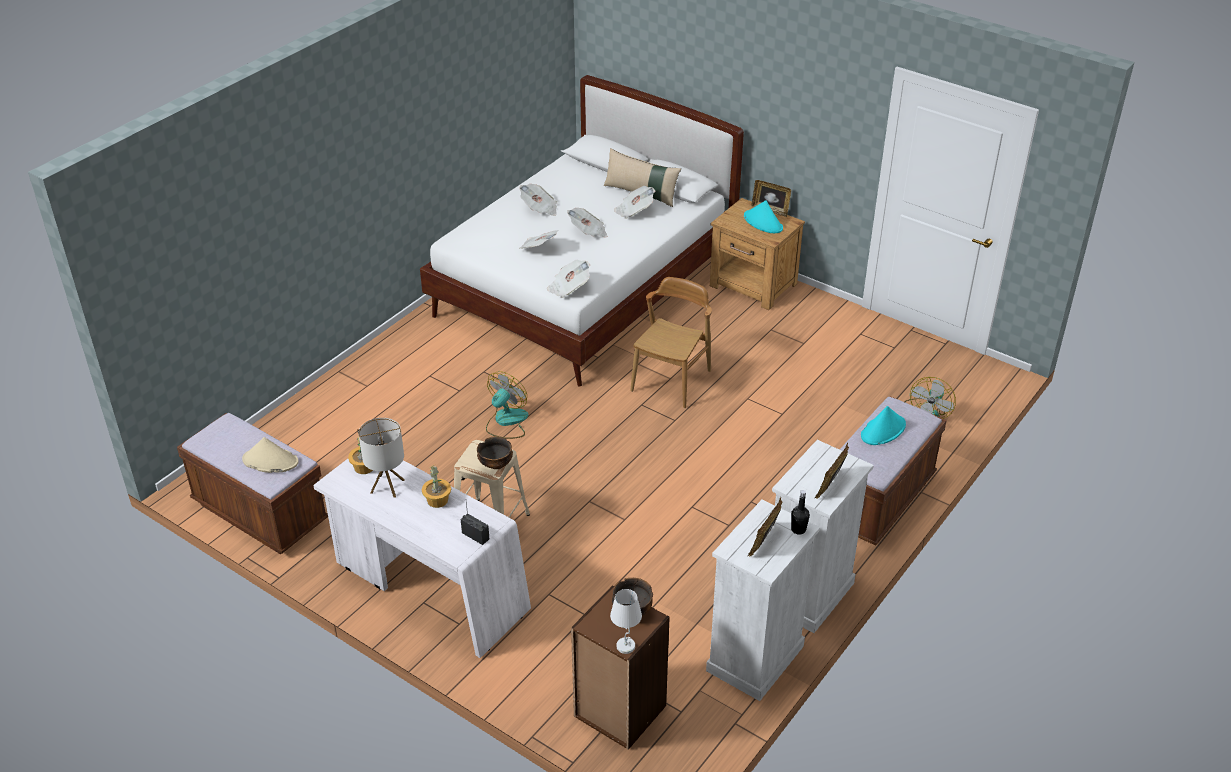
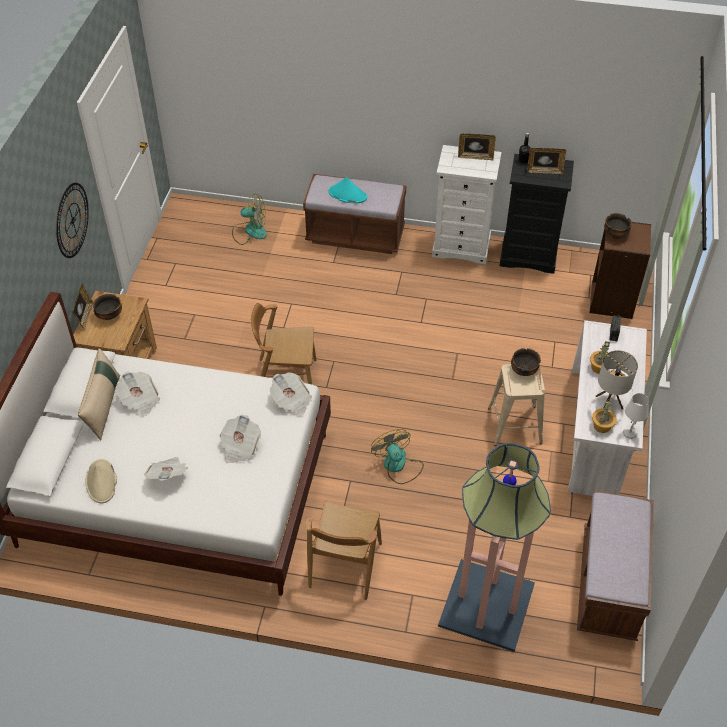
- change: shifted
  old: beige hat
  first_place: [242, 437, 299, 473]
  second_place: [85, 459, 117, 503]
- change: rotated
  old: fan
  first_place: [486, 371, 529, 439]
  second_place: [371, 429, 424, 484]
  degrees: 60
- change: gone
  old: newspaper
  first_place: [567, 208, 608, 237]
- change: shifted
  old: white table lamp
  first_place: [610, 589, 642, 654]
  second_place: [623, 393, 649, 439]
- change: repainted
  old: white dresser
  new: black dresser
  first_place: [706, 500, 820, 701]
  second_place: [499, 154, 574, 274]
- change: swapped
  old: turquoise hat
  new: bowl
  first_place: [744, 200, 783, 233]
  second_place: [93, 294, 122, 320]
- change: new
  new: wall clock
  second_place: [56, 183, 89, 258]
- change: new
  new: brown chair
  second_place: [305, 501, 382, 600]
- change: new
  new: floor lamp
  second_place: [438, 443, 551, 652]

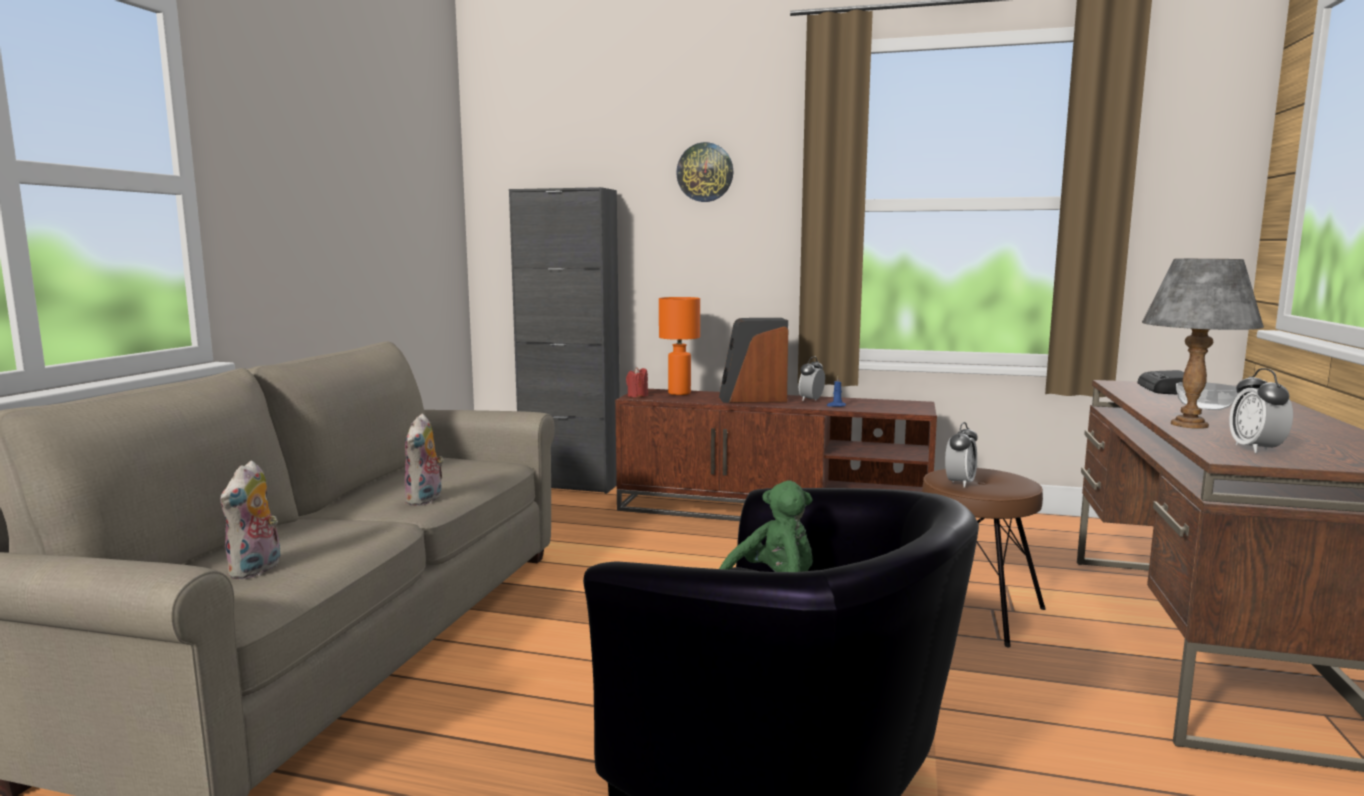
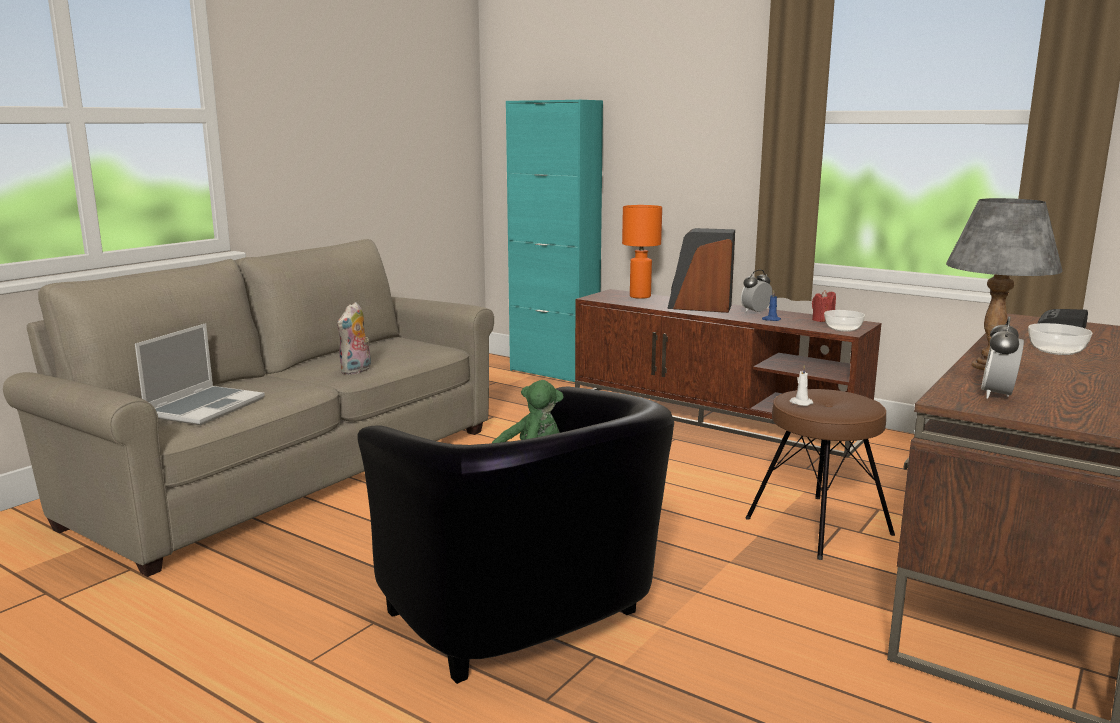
- change: swapped
  old: plush toy
  new: laptop
  first_place: [220, 461, 281, 580]
  second_place: [135, 323, 265, 425]
- change: repainted
  old: black cabinet
  new: turquoise cabinet
  first_place: [509, 187, 620, 494]
  second_place: [506, 100, 603, 382]
- change: shifted
  old: red candle
  first_place: [626, 367, 648, 397]
  second_place: [812, 290, 836, 322]
- change: gone
  old: wall clock
  first_place: [676, 142, 733, 202]
- change: swapped
  old: alarm clock
  new: white candle
  first_place: [945, 422, 977, 488]
  second_place: [790, 365, 813, 406]
- change: new
  new: bowl
  second_place: [824, 310, 865, 332]

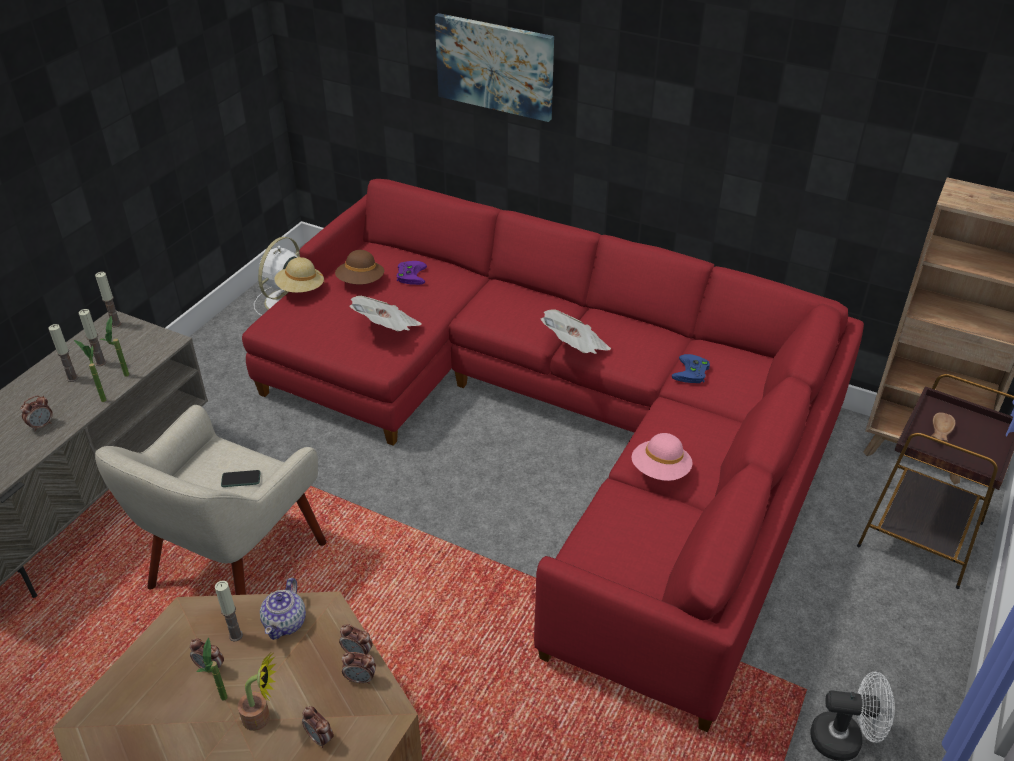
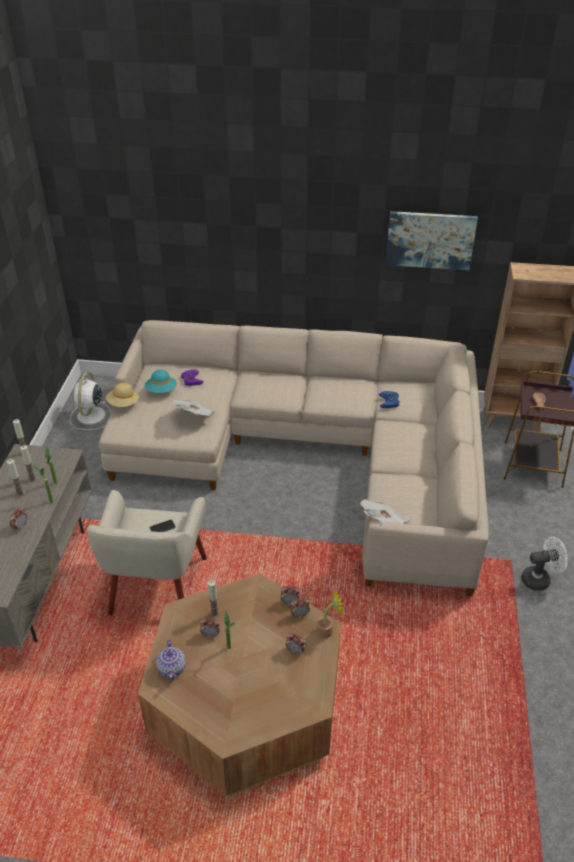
- change: shifted
  old: potted plant
  first_place: [238, 654, 277, 731]
  second_place: [316, 589, 344, 639]
- change: repainted
  old: red sofa
  new: beige sofa
  first_place: [242, 179, 864, 733]
  second_place: [99, 320, 489, 597]
- change: shifted
  old: teapot
  first_place: [260, 578, 306, 640]
  second_place: [156, 639, 186, 681]
- change: repainted
  old: brown hat
  new: turquoise hat
  first_place: [335, 250, 384, 284]
  second_place: [145, 370, 177, 393]
- change: shifted
  old: picture
  first_place: [435, 13, 554, 122]
  second_place: [385, 211, 478, 270]
- change: shifted
  old: newspaper
  first_place: [540, 309, 611, 354]
  second_place: [360, 499, 410, 526]
- change: gone
  old: pink hat
  first_place: [631, 433, 693, 481]

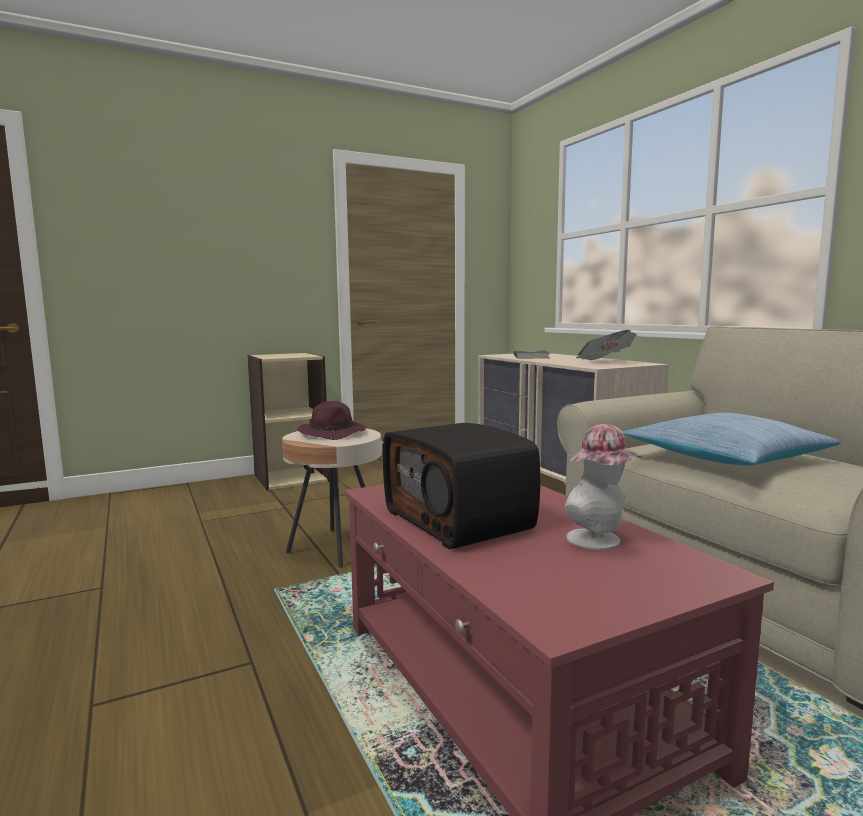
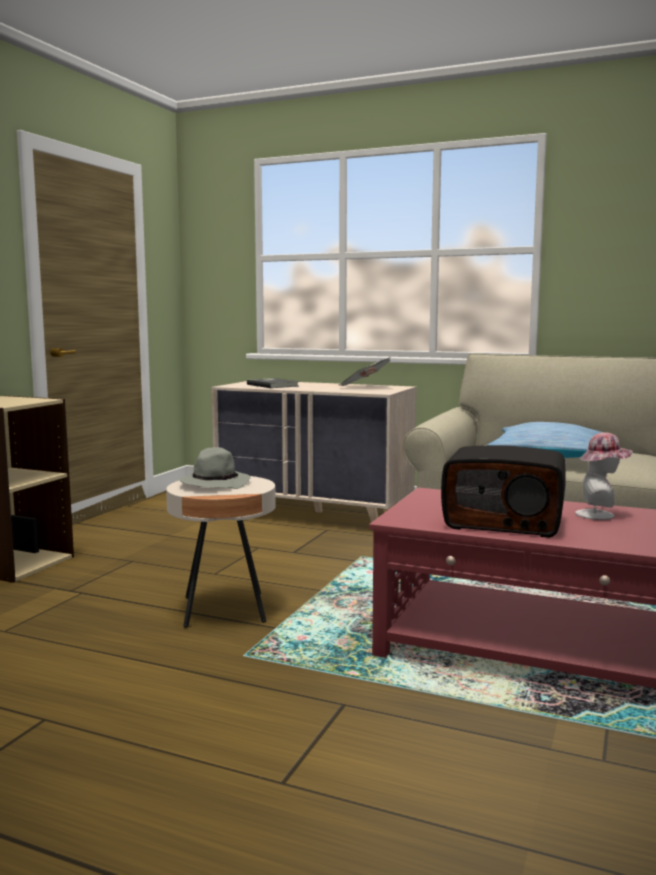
- change: repainted
  old: purple hat
  new: grey hat
  first_place: [297, 401, 366, 440]
  second_place: [178, 447, 251, 489]

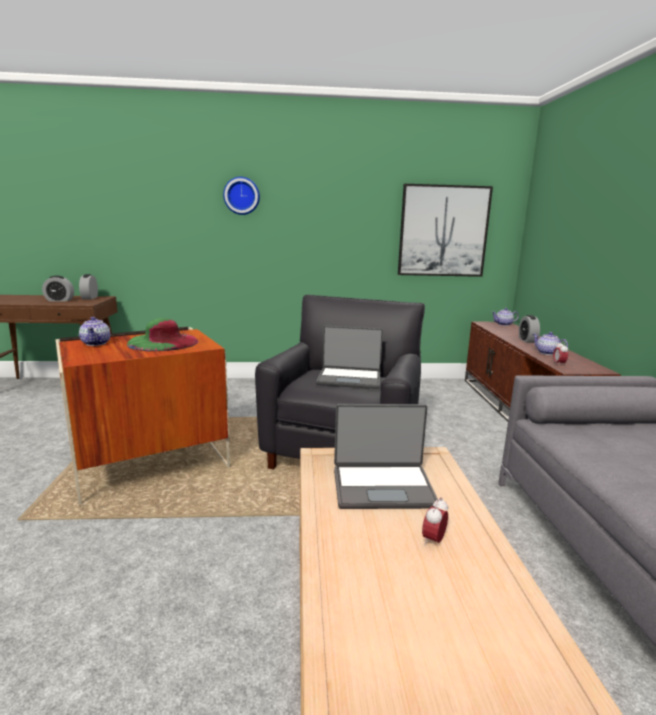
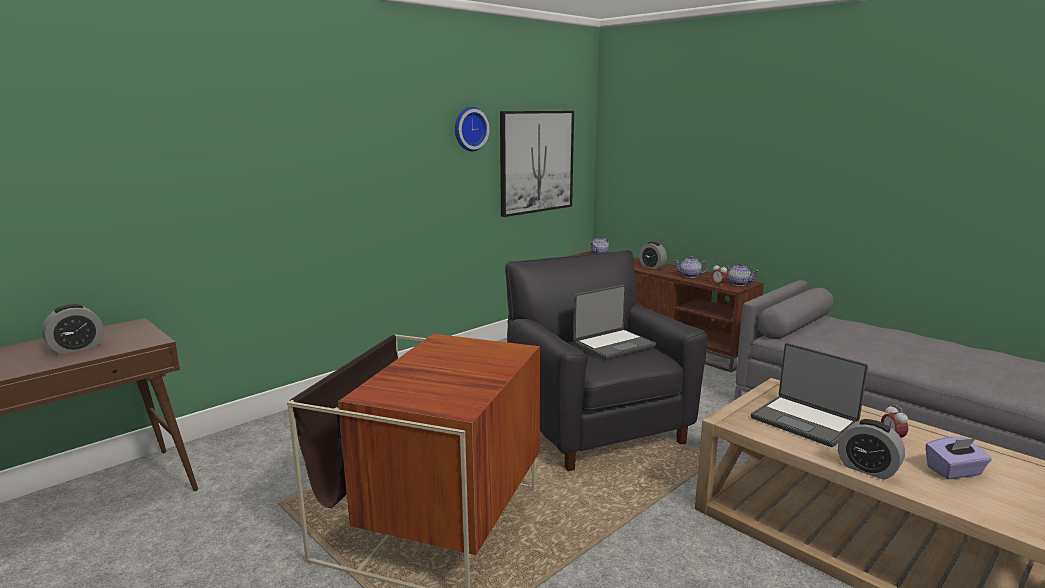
- change: shifted
  old: alarm clock
  first_place: [79, 274, 98, 300]
  second_place: [838, 419, 905, 480]
- change: shifted
  old: teapot
  first_place: [79, 317, 110, 346]
  second_place: [725, 263, 759, 286]
- change: gone
  old: green hat
  first_place: [127, 318, 199, 351]
- change: shifted
  old: wall clock
  first_place: [223, 177, 260, 215]
  second_place: [455, 107, 490, 151]
- change: rotated
  old: laptop
  first_place: [334, 404, 438, 509]
  second_place: [751, 343, 868, 447]
  degrees: 90
- change: new
  new: purple tissue box
  second_place: [926, 437, 992, 479]

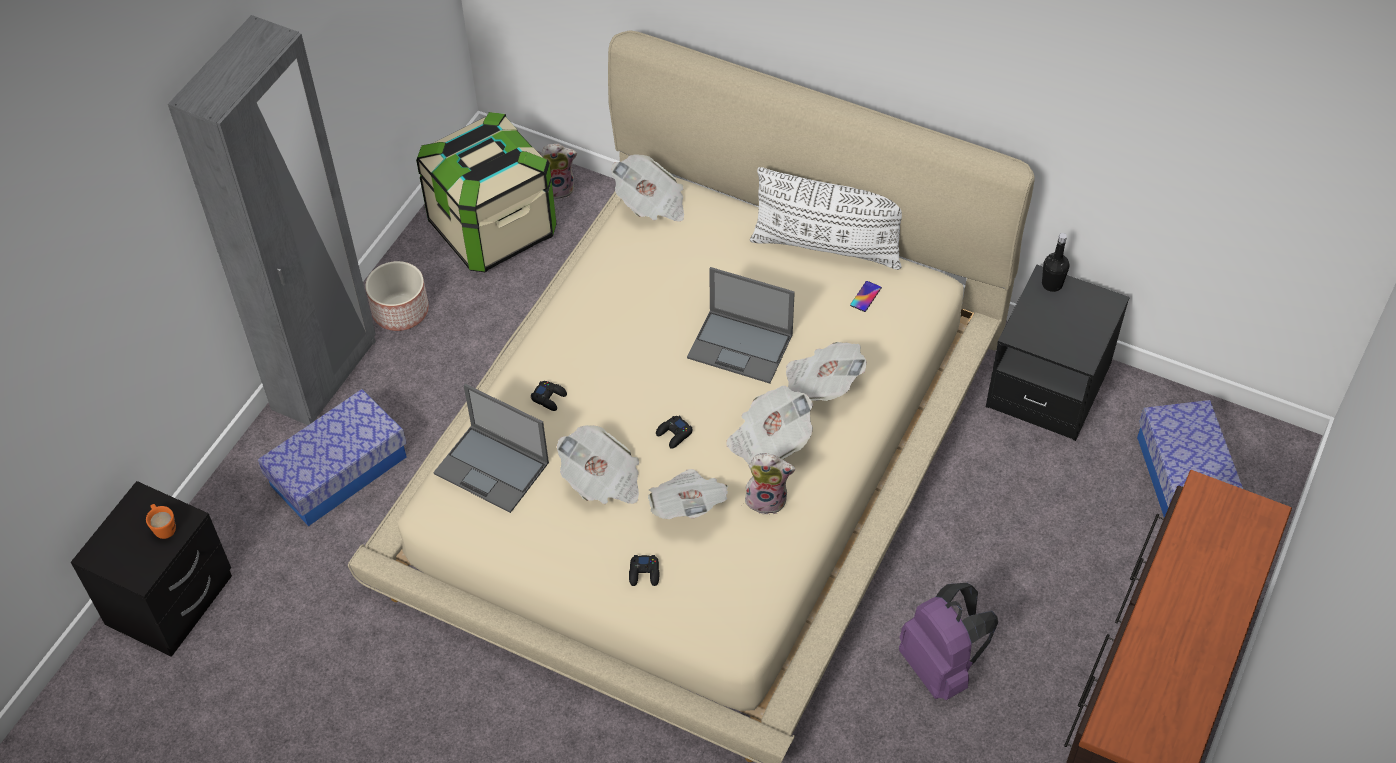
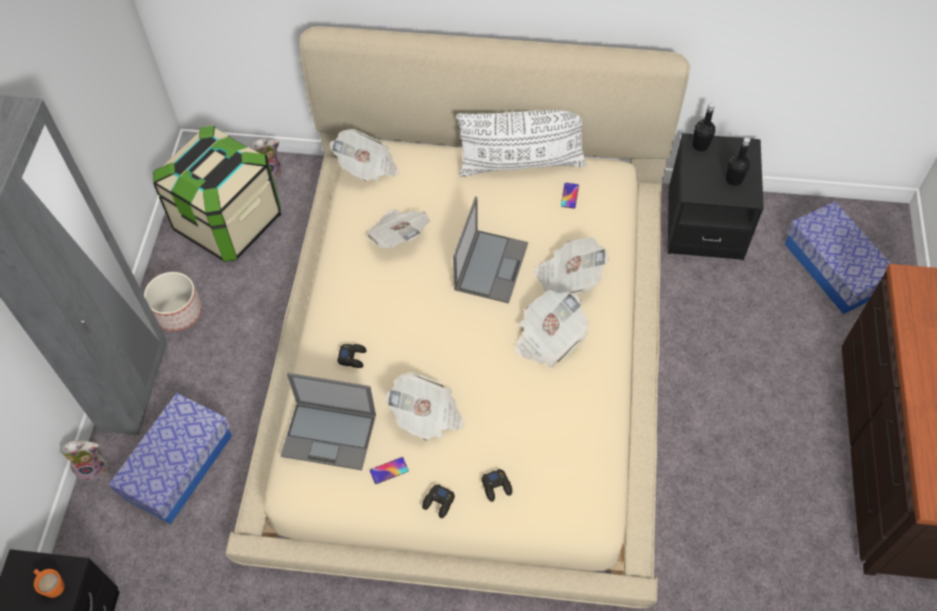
- change: shifted
  old: newspaper
  first_place: [648, 469, 728, 519]
  second_place: [365, 209, 431, 248]
- change: shifted
  old: black game controller
  first_place: [656, 416, 693, 449]
  second_place: [422, 484, 455, 518]
- change: rotated
  old: laptop
  first_place: [687, 267, 795, 384]
  second_place: [453, 196, 528, 303]
  degrees: -75
- change: shifted
  old: plush toy
  first_place: [745, 453, 795, 514]
  second_place: [62, 440, 108, 482]
- change: gone
  old: purple backpack
  first_place: [899, 583, 998, 700]
- change: new
  new: phone
  second_place: [370, 457, 409, 484]
- change: new
  new: black bottle
  second_place: [726, 137, 750, 186]

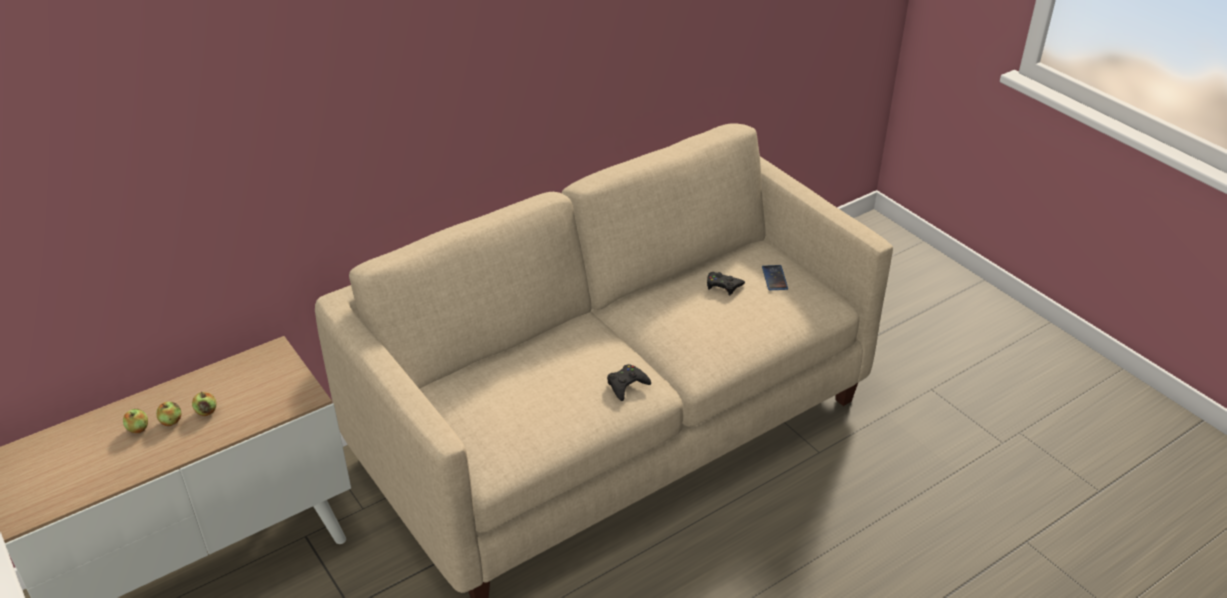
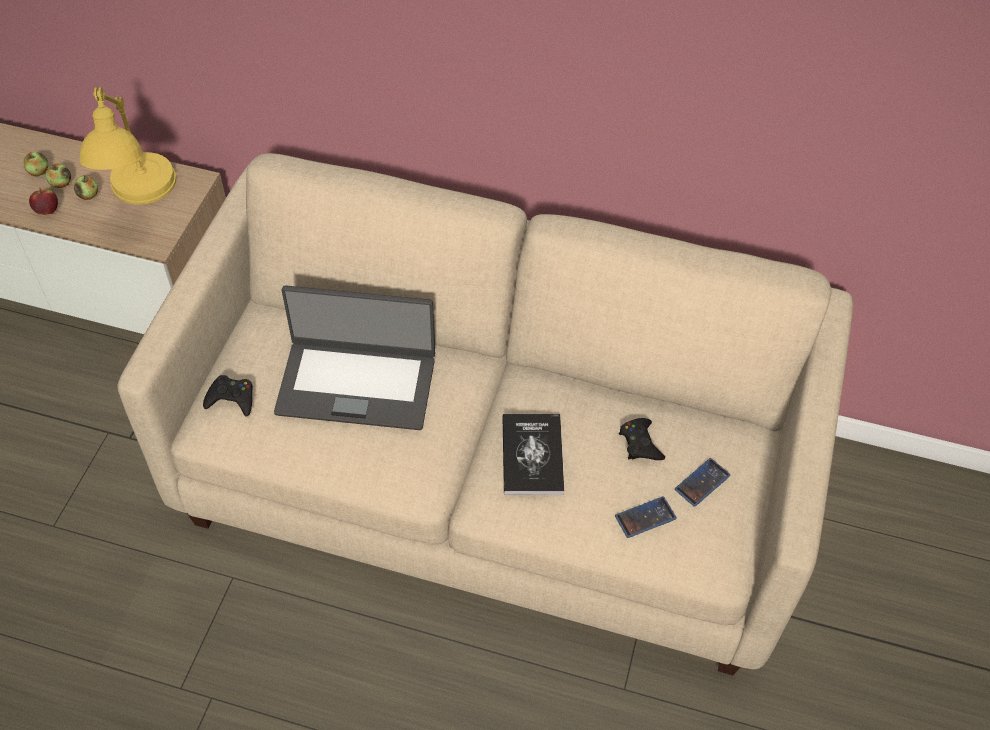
- change: shifted
  old: black game controller
  first_place: [607, 364, 651, 401]
  second_place: [203, 375, 253, 417]
- change: new
  new: apple
  second_place: [29, 189, 58, 215]
- change: new
  new: yellow table lamp
  second_place: [79, 87, 176, 205]
- change: new
  new: laptop
  second_place: [274, 285, 435, 430]
- change: new
  new: book
  second_place: [502, 414, 564, 495]
- change: new
  new: phone
  second_place: [615, 496, 677, 538]

